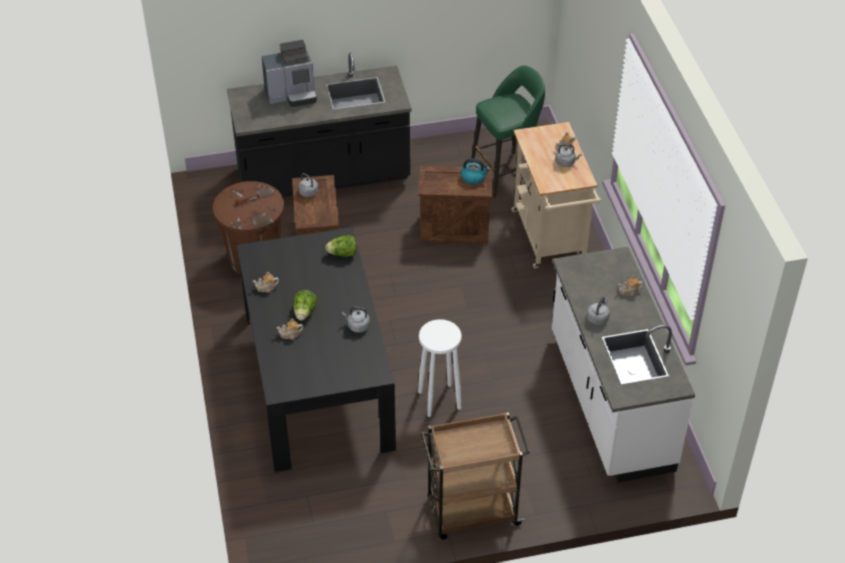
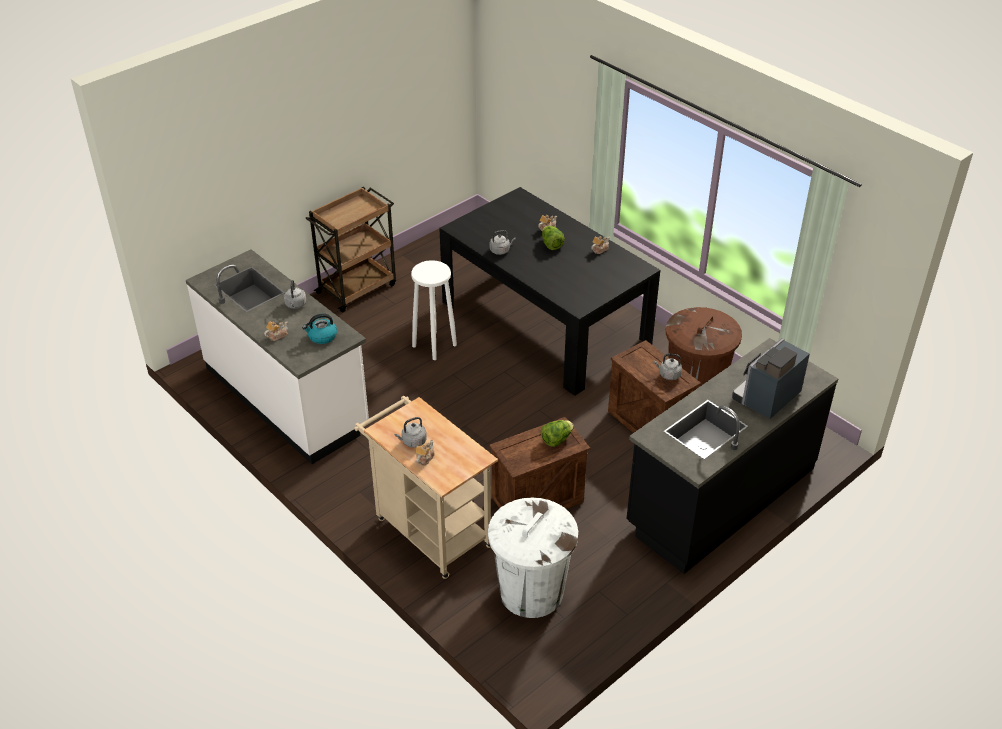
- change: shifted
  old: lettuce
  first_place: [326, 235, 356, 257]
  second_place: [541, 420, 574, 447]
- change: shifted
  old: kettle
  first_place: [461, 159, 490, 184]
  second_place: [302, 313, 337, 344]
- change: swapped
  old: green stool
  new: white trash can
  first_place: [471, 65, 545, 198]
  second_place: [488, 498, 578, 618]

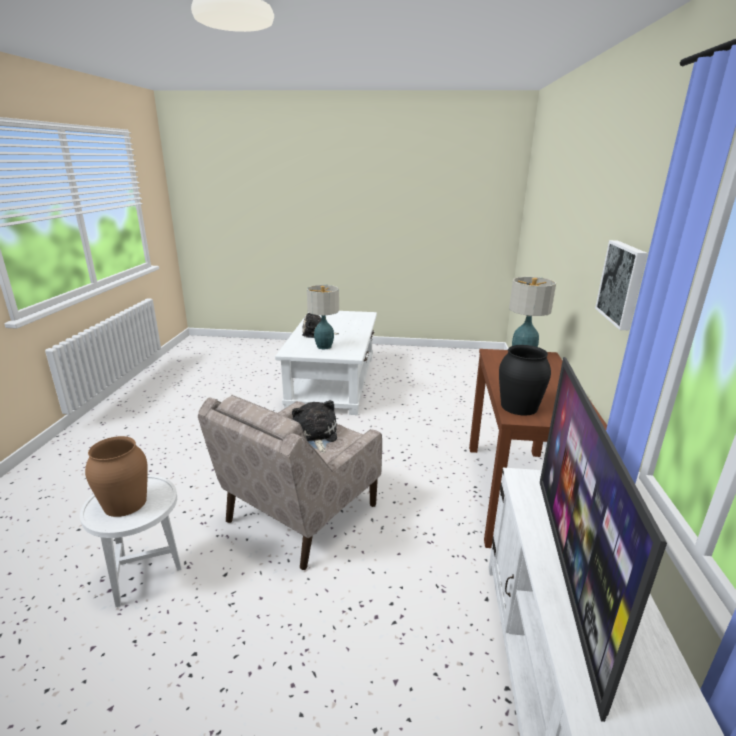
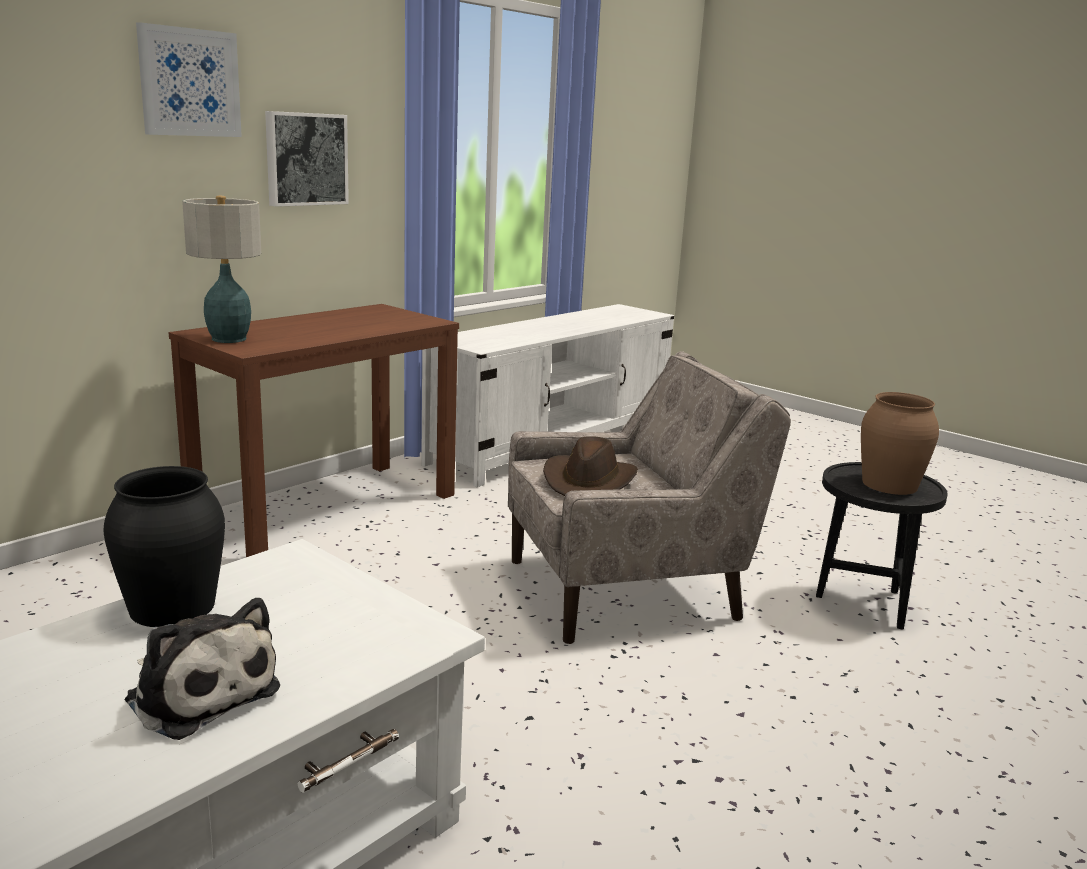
- change: repainted
  old: white side table
  new: black side table
  first_place: [80, 475, 181, 607]
  second_place: [816, 462, 948, 630]
- change: swapped
  old: plush toy
  new: brown hat
  first_place: [292, 400, 337, 453]
  second_place: [543, 436, 638, 496]
- change: gone
  old: table lamp
  first_place: [307, 285, 339, 349]
- change: shifted
  old: black vase
  first_place: [499, 345, 551, 415]
  second_place: [103, 466, 225, 627]
- change: gone
  old: television
  first_place: [540, 357, 667, 722]
- change: new
  new: picture
  second_place: [136, 22, 242, 137]

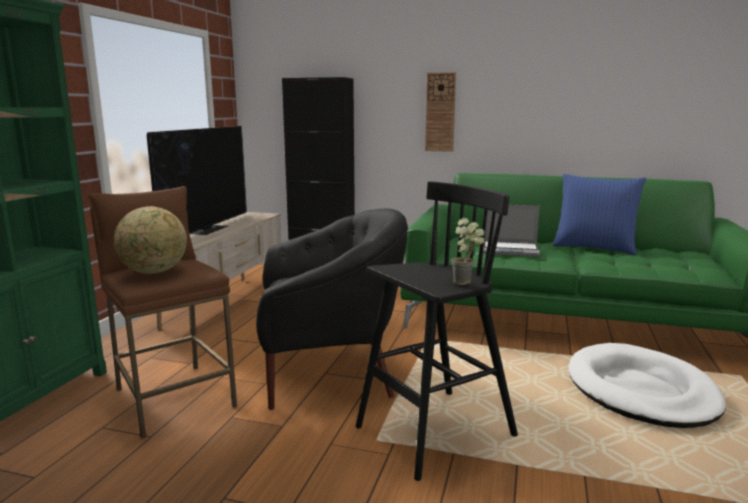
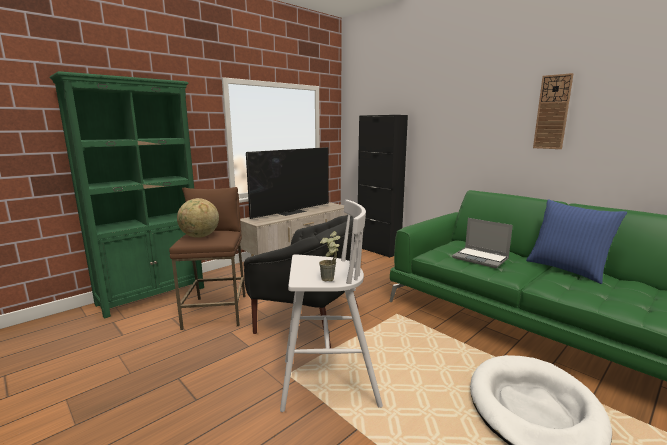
- change: repainted
  old: black stool
  new: white stool
  first_place: [356, 181, 518, 481]
  second_place: [280, 200, 383, 412]
- change: shifted
  old: wall clock
  first_place: [425, 72, 456, 152]
  second_place: [533, 73, 574, 149]

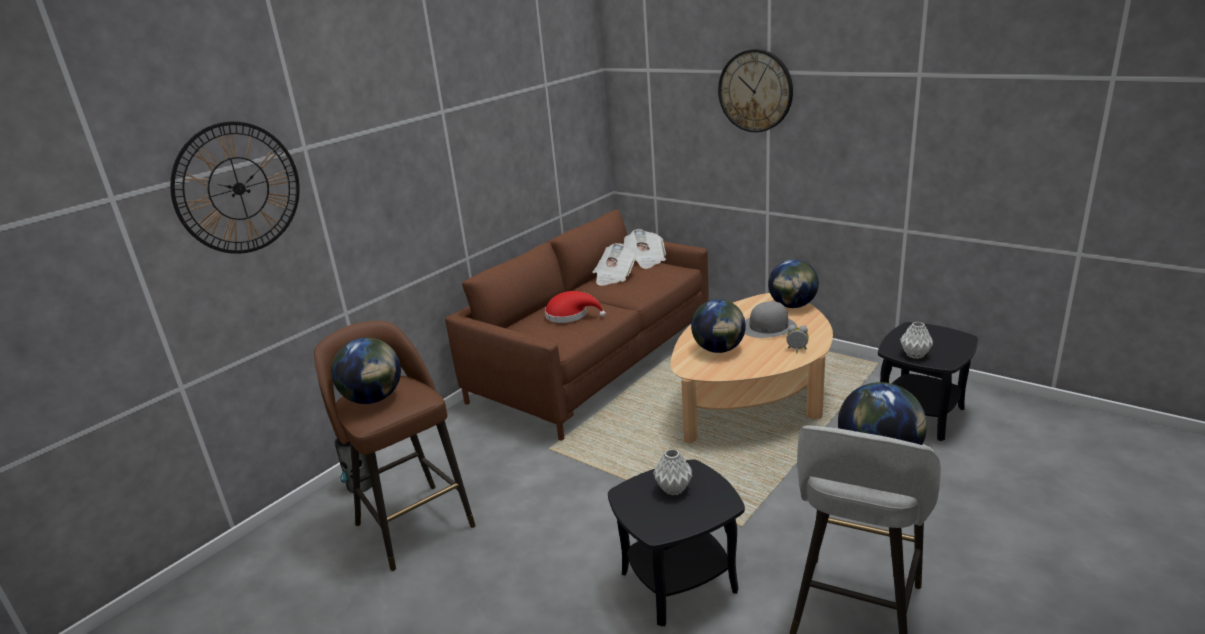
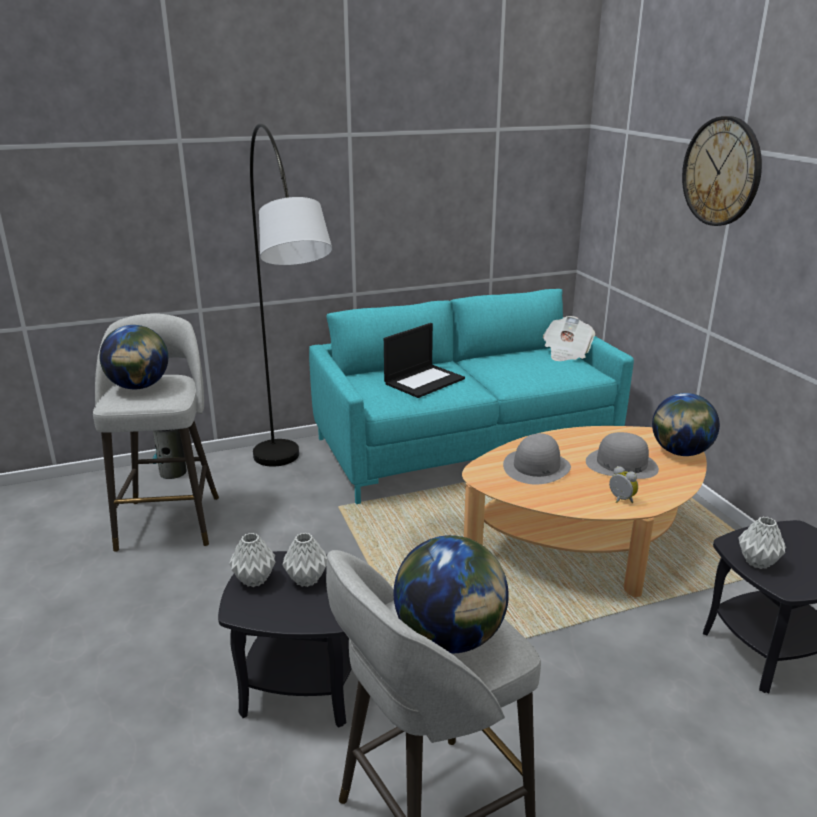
- change: gone
  old: wall clock
  first_place: [170, 121, 300, 254]
- change: repainted
  old: brown stool
  new: grey stool
  first_place: [314, 321, 476, 571]
  second_place: [93, 314, 219, 552]
- change: repainted
  old: brown sofa
  new: turquoise sofa
  first_place: [445, 210, 709, 441]
  second_place: [309, 289, 634, 504]
- change: swapped
  old: red hat
  new: laptop
  first_place: [545, 291, 606, 323]
  second_place: [384, 323, 465, 398]
- change: gone
  old: newspaper
  first_place: [592, 243, 636, 286]
- change: swapped
  old: globe
  new: grey hat
  first_place: [691, 299, 746, 353]
  second_place: [503, 433, 571, 484]
- change: new
  new: grey vase
  second_place: [229, 533, 275, 587]
- change: new
  new: grey floor lamp
  second_place: [250, 123, 333, 467]

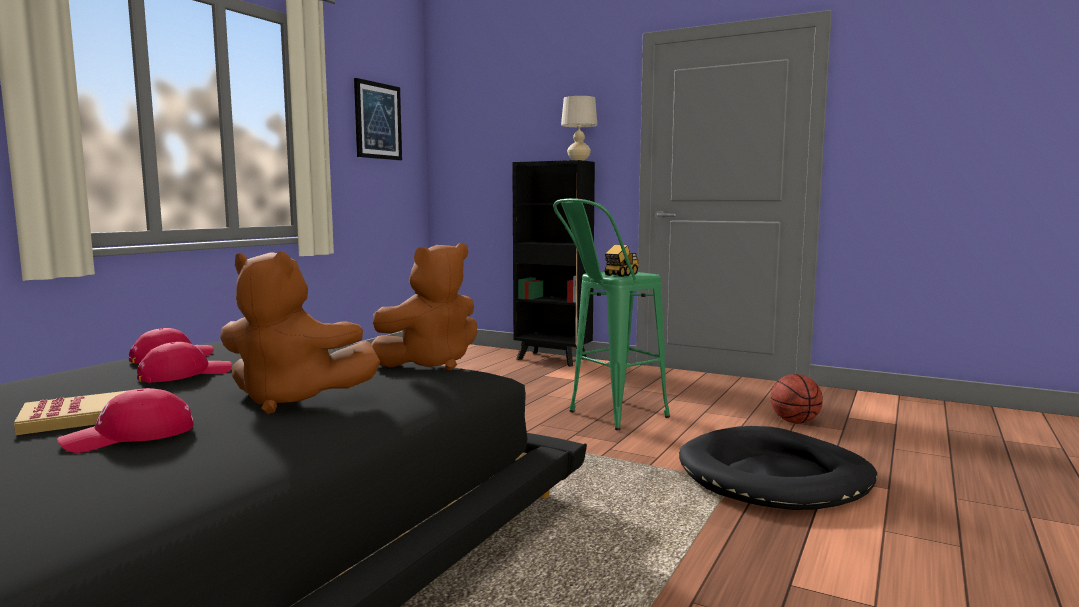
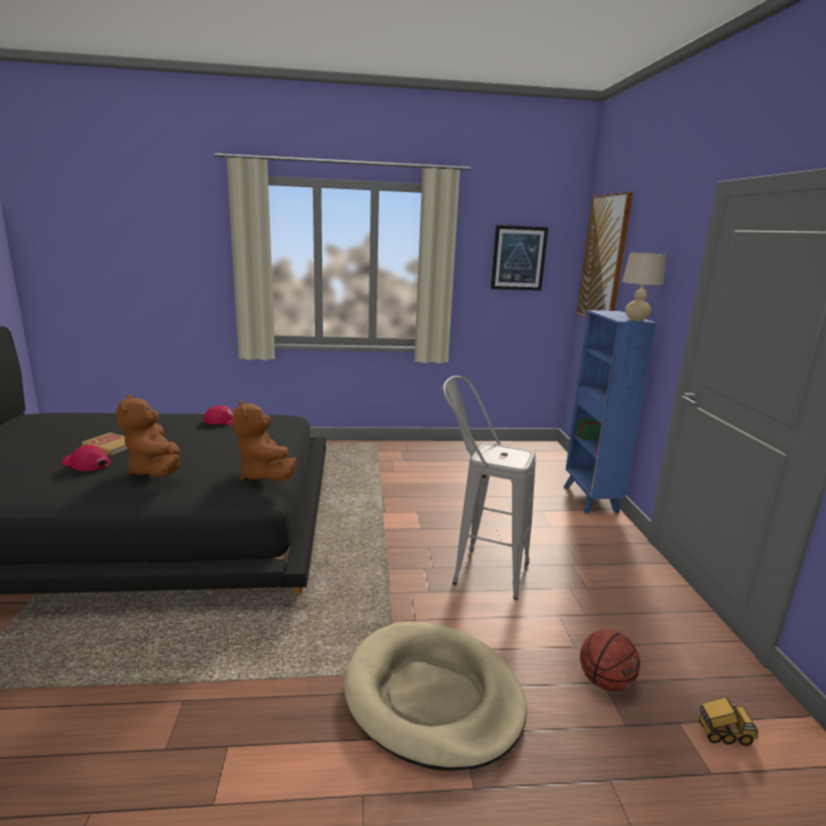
- change: gone
  old: red cap
  first_place: [137, 342, 232, 383]
- change: rotated
  old: brown plush toy
  first_place: [371, 243, 478, 370]
  second_place: [233, 400, 297, 481]
  degrees: 45
- change: repainted
  old: black bookcase
  new: blue bookcase
  first_place: [512, 160, 595, 367]
  second_place: [564, 310, 656, 514]
- change: repainted
  old: green stool
  new: grey stool
  first_place: [553, 198, 670, 430]
  second_place: [443, 376, 536, 600]
- change: shifted
  old: toy truck
  first_place: [605, 244, 639, 277]
  second_place: [698, 697, 759, 746]
- change: repainted
  old: black dog bed
  new: beige dog bed
  first_place: [679, 426, 877, 510]
  second_place: [344, 621, 527, 771]
- change: new
  new: picture
  second_place: [577, 192, 633, 317]

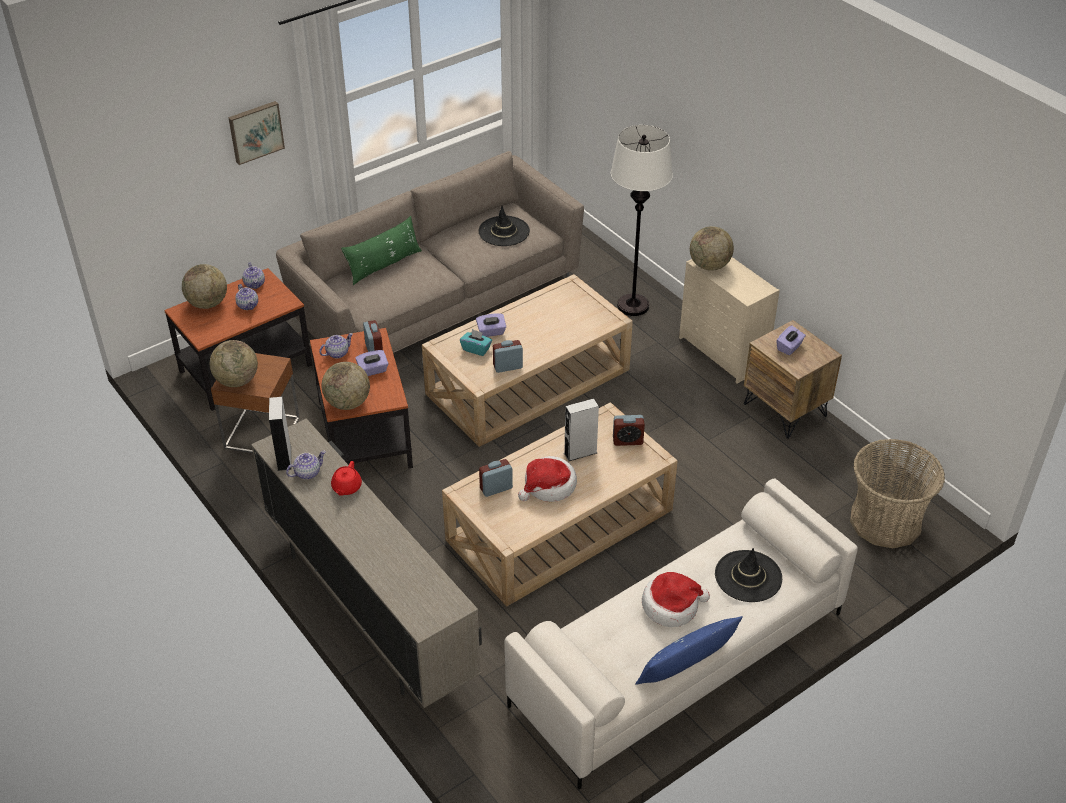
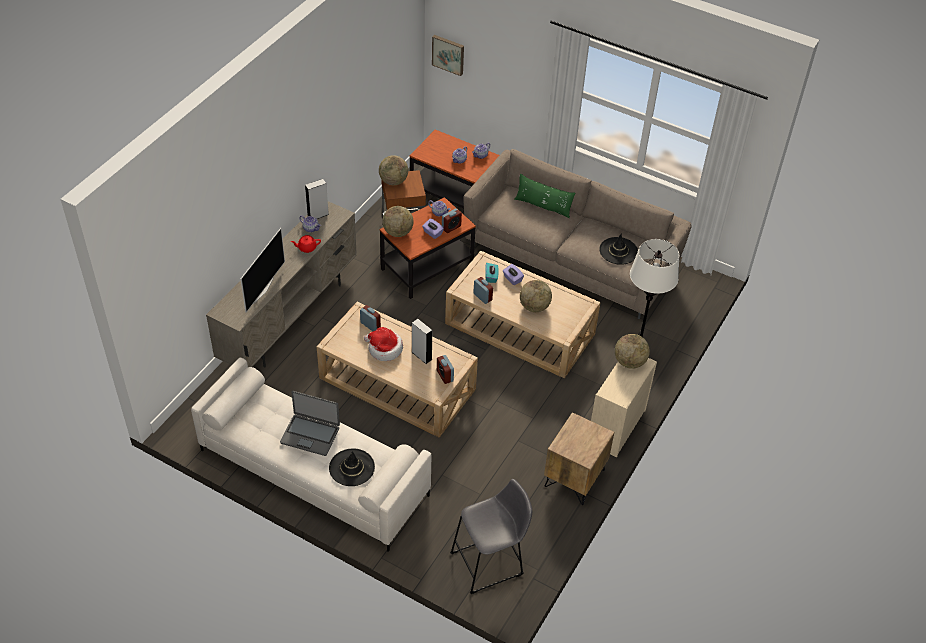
- change: shifted
  old: globe
  first_place: [182, 264, 227, 309]
  second_place: [520, 280, 552, 312]
- change: shifted
  old: picture
  first_place: [228, 101, 285, 165]
  second_place: [432, 35, 464, 76]
- change: gone
  old: blue pillow
  first_place: [635, 616, 743, 685]
- change: swapped
  old: hat
  new: laptop
  first_place: [642, 572, 710, 627]
  second_place: [280, 391, 340, 456]
- change: gone
  old: purple tissue box
  first_place: [776, 326, 806, 355]
- change: swapped
  old: basket
  new: grey stool
  first_place: [850, 439, 945, 548]
  second_place: [450, 479, 533, 594]
- change: new
  new: television
  second_place: [240, 228, 285, 313]

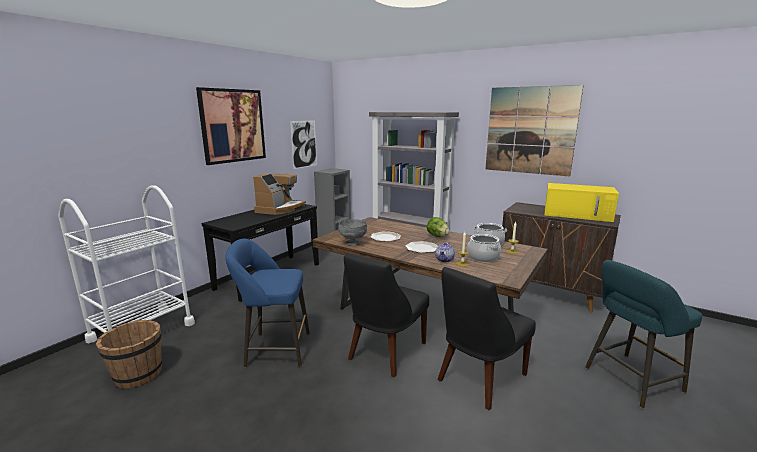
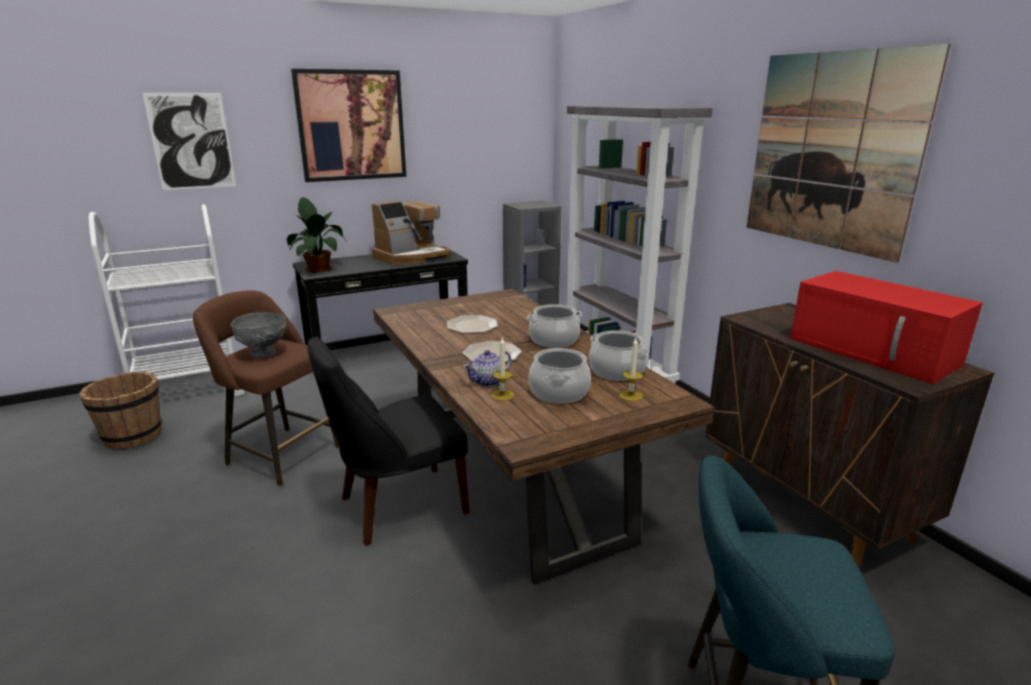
- change: repainted
  old: blue stool
  new: brown stool
  first_place: [225, 238, 310, 368]
  second_place: [193, 290, 339, 486]
- change: shifted
  old: picture
  first_place: [290, 120, 317, 169]
  second_place: [143, 93, 236, 190]
- change: shifted
  old: grey bowl
  first_place: [338, 219, 367, 246]
  second_place: [231, 312, 287, 358]
- change: swapped
  old: lettuce
  new: cooking pot
  first_place: [427, 217, 450, 237]
  second_place: [527, 304, 583, 348]
- change: gone
  old: black chair
  first_place: [437, 267, 536, 410]
- change: repainted
  old: yellow microwave
  new: red microwave
  first_place: [544, 183, 619, 222]
  second_place: [790, 271, 983, 384]
- change: new
  new: potted plant
  second_place: [287, 197, 347, 273]

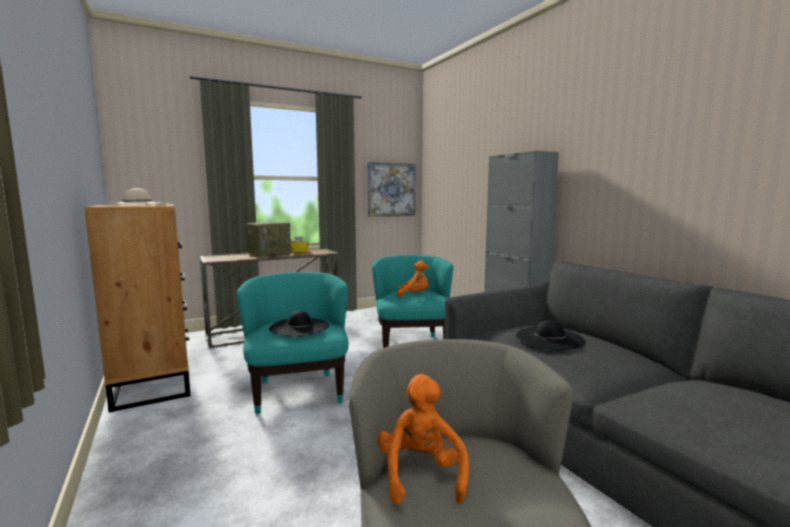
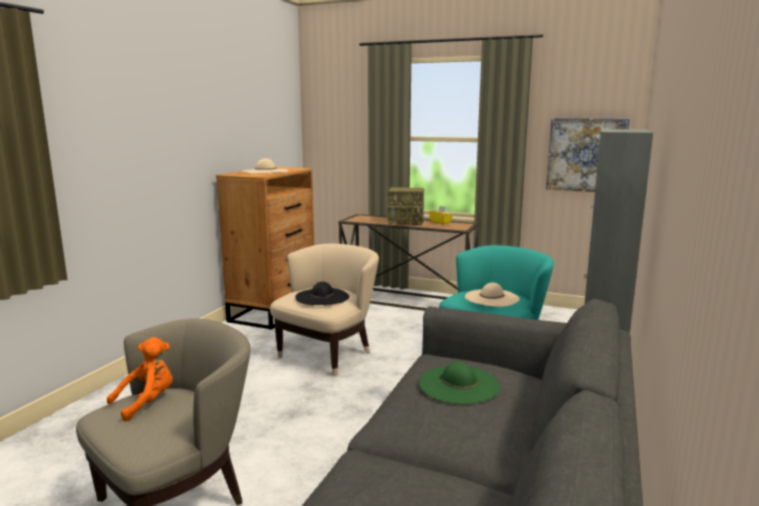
- change: repainted
  old: turquoise armchair
  new: beige armchair
  first_place: [237, 272, 349, 415]
  second_place: [270, 244, 379, 376]
- change: swapped
  old: orange plush toy
  new: beige hat
  first_place: [397, 260, 428, 297]
  second_place: [465, 282, 520, 307]
- change: repainted
  old: black hat
  new: green hat
  first_place: [516, 320, 585, 350]
  second_place: [419, 361, 500, 404]

